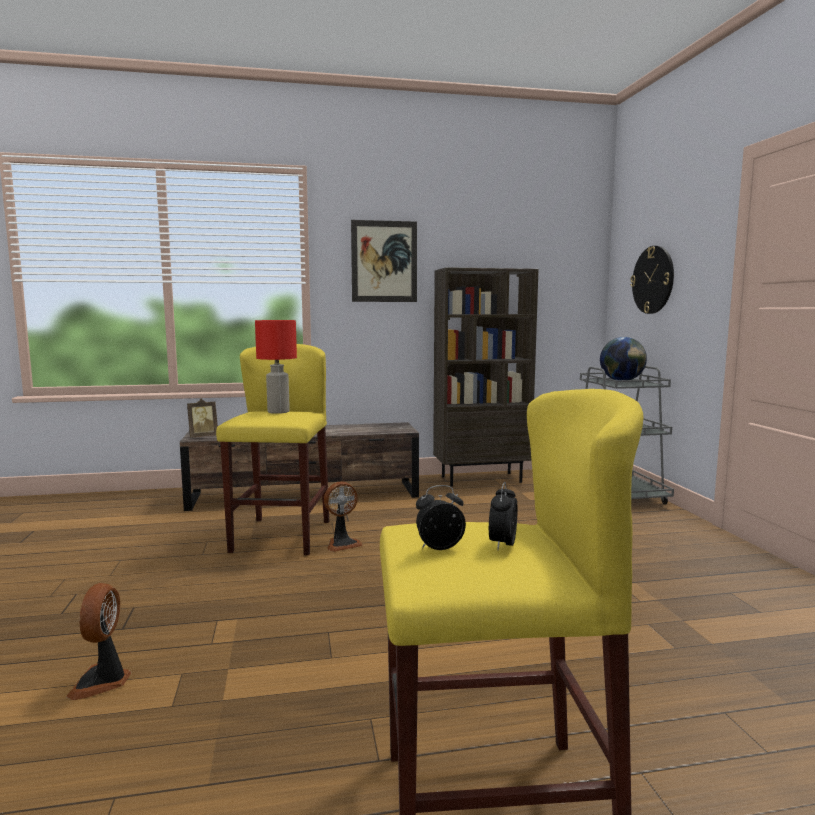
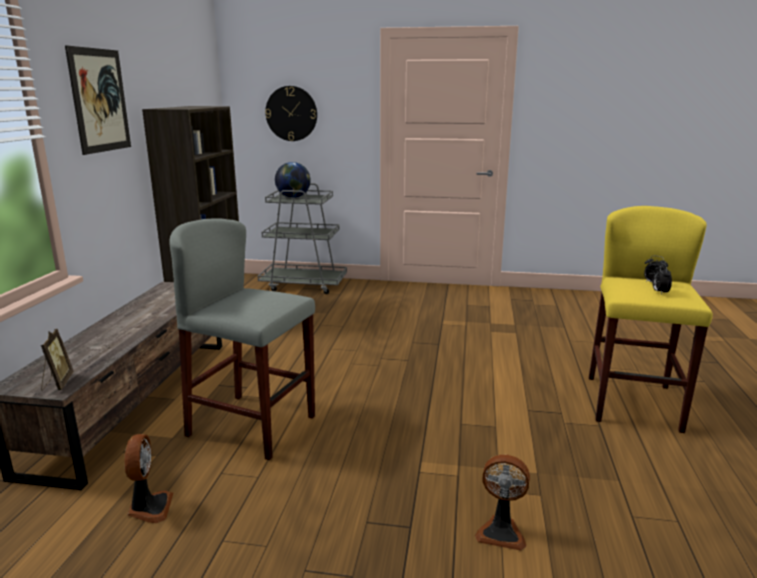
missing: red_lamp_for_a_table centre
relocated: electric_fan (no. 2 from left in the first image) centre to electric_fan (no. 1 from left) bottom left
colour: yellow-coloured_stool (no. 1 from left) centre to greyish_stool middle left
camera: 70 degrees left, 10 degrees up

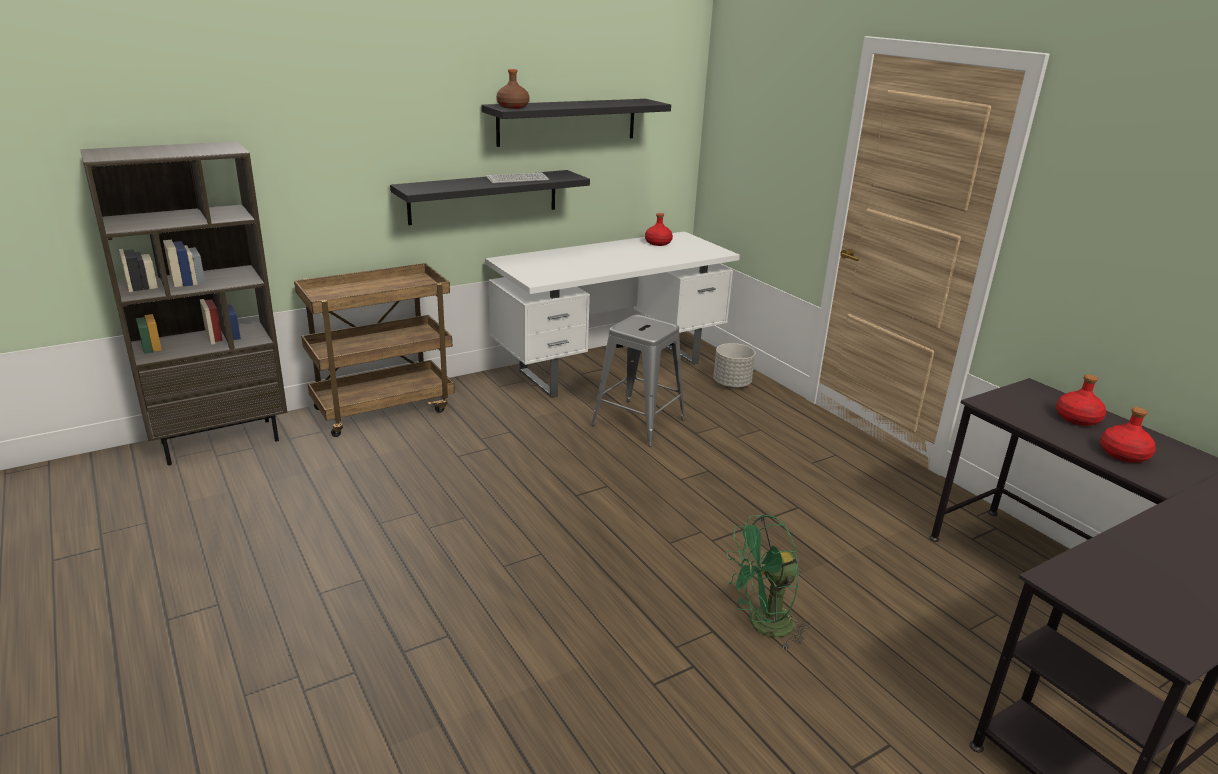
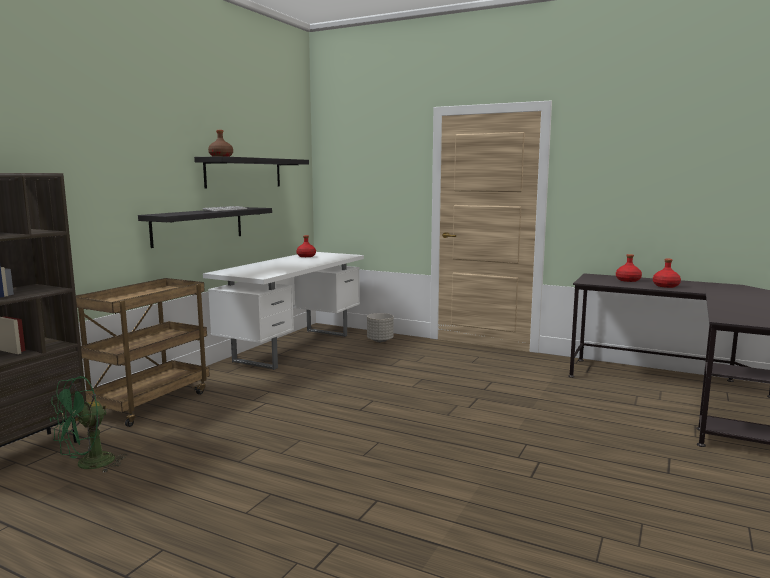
missing: greyish_stool centre
relocated: green_electric_fan bottom centre to bottom left
camera: 30 degrees left, 15 degrees down

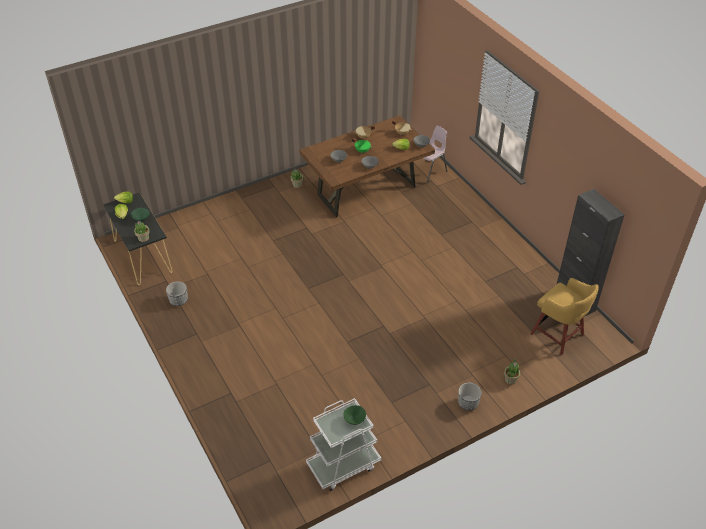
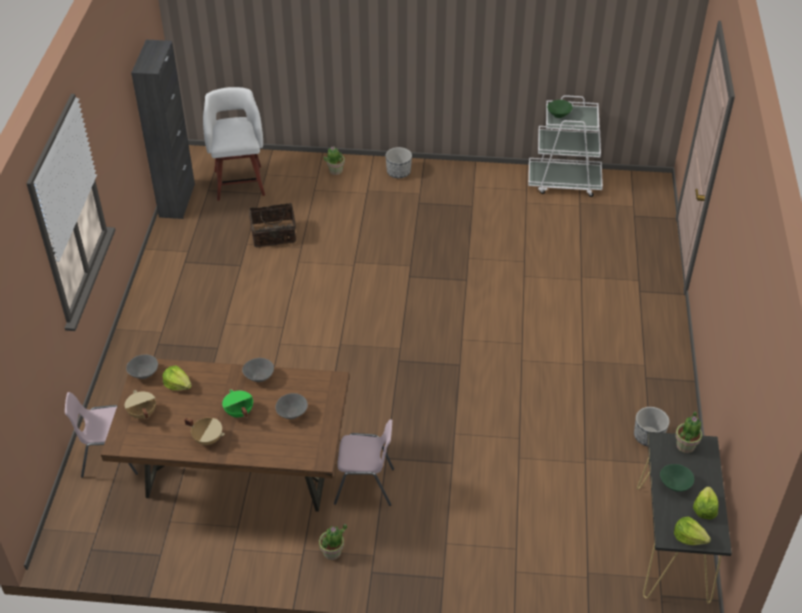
appeared: household_basket centre; pinkish_chair (no. 2 from left) bottom centre
colour: yellow-coloured_stool middle right to white_stool top left
camera: 145 degrees left, 0 degrees up

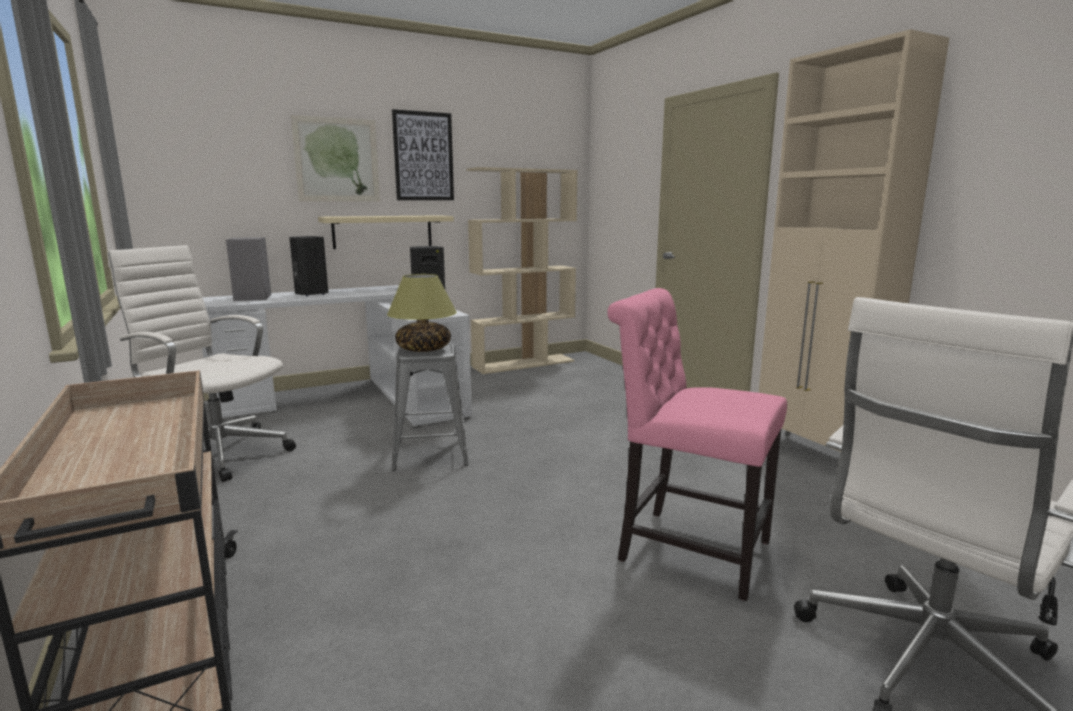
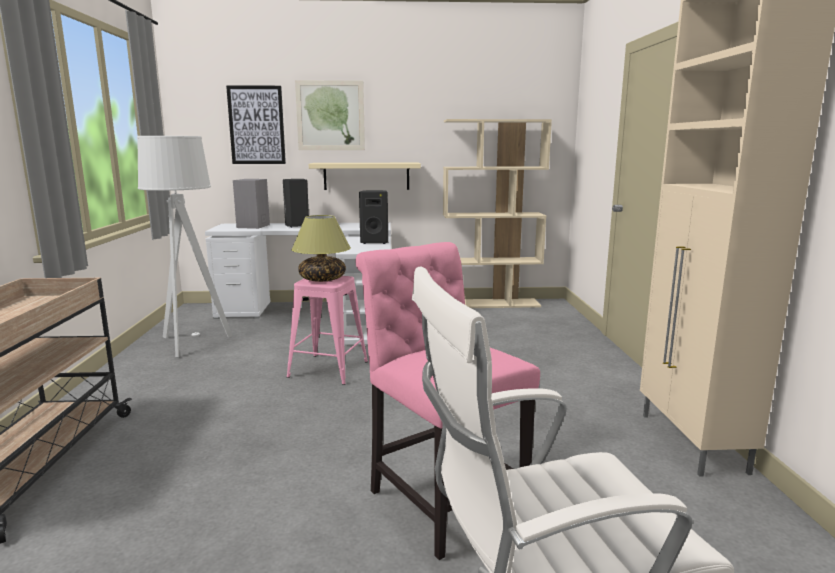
relocated: picture (no. 2 from left in the first image) top centre to picture (no. 1 from left) top left
exchanged: white_desk_chair (no. 1 from left) middle left to greyish_standing_lamp middle left
colour: greyish_stool centre to pinkish_stool centre
camera: 25 degrees right, 0 degrees up

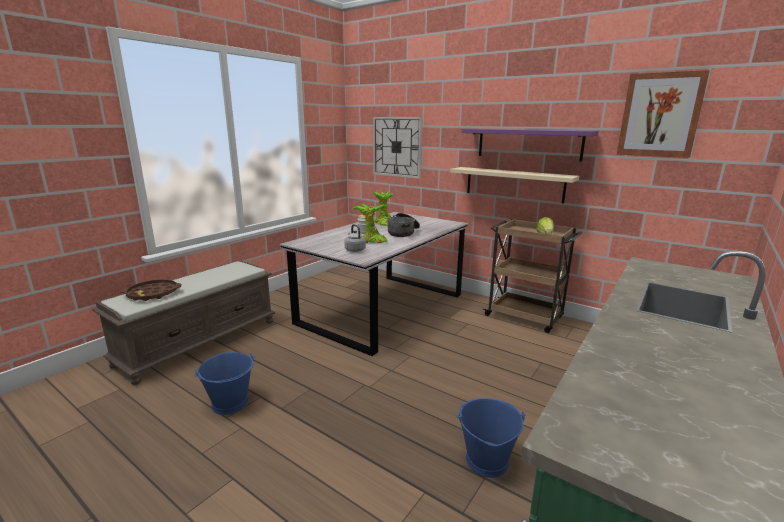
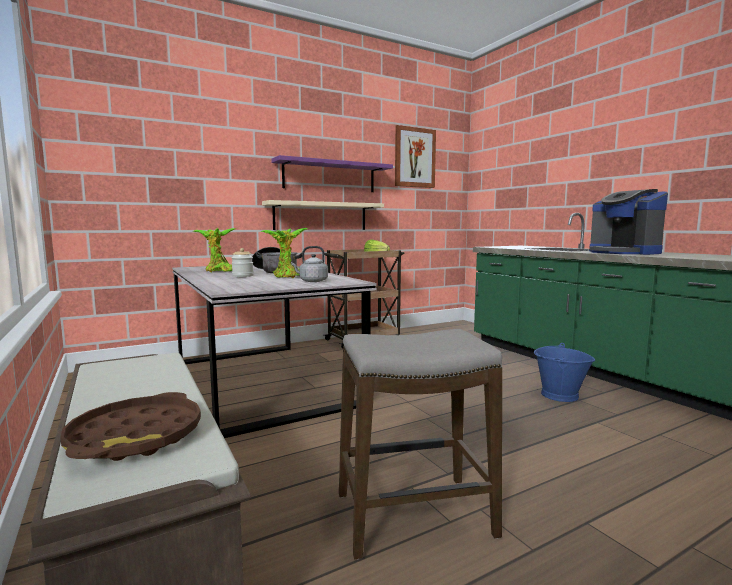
missing: hanging_clock top centre
appeared: coffee_maker middle right
exchanged: blue_bucket (no. 1 from left) bottom left to stool bottom centre
camera: 65 degrees left, 10 degrees down

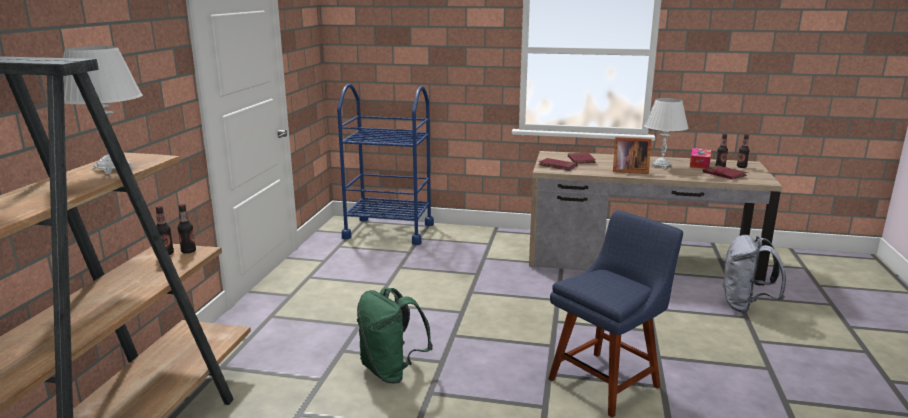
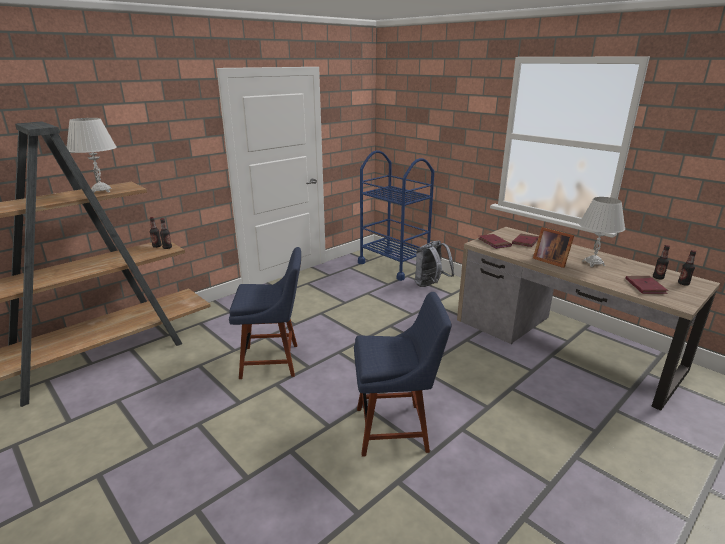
missing: box_of_tissues middle right
relocated: greyish_backpack middle right to centre
exchanged: green_backpack bottom centre to blue_chair (no. 1 from left) centre
camera: 35 degrees right, 5 degrees up

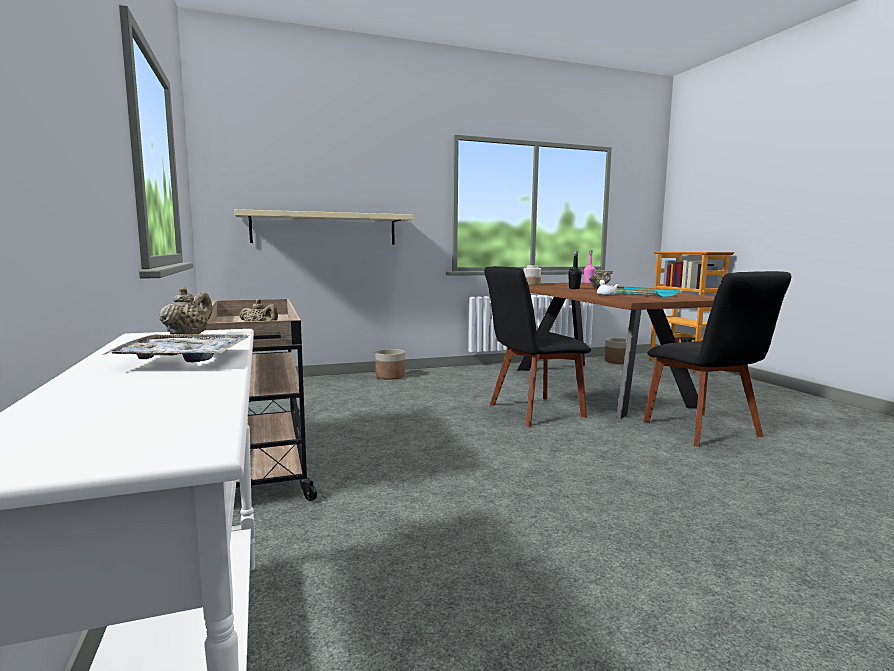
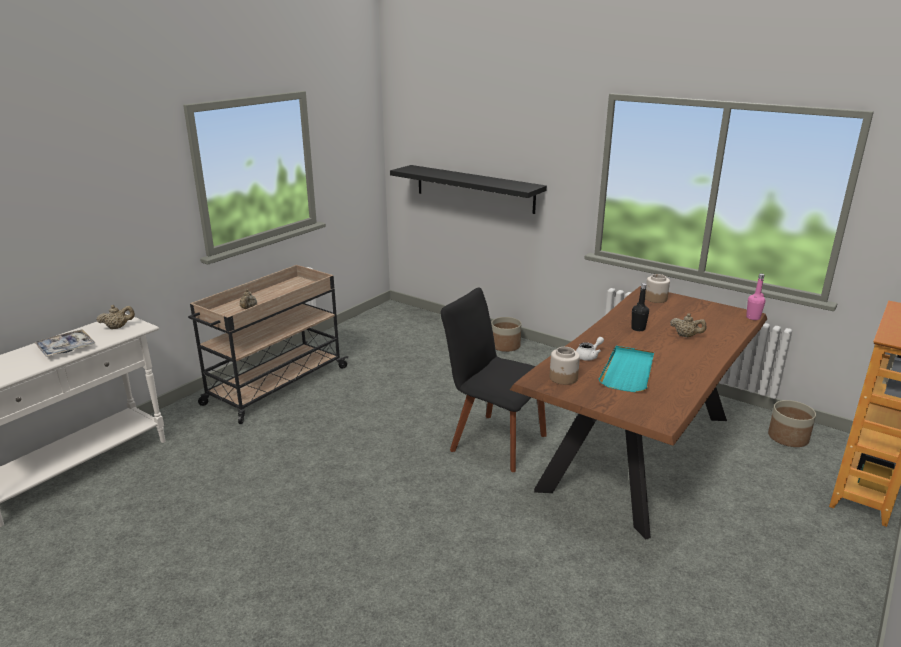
missing: blackish_chair (no. 2 from left) middle right
appeared: preserve_jar (no. 1 from left) centre
colour: beige_shelf centre to blackish_shelf top centre
camera: 55 degrees right, 15 degrees up

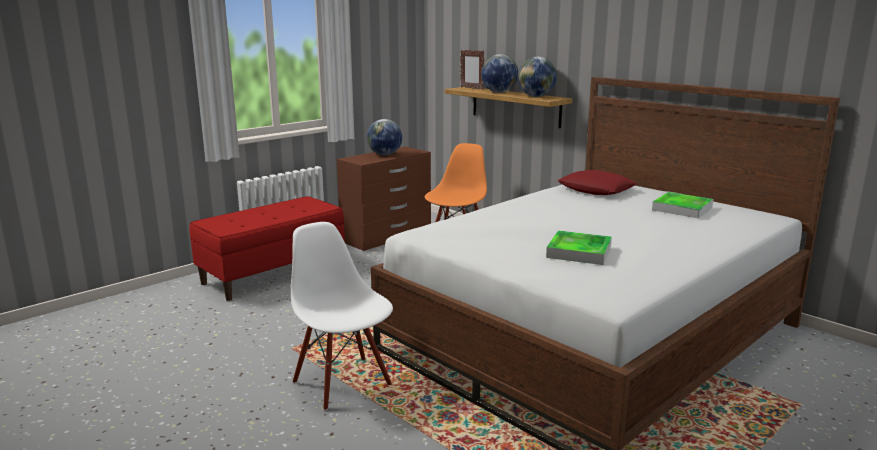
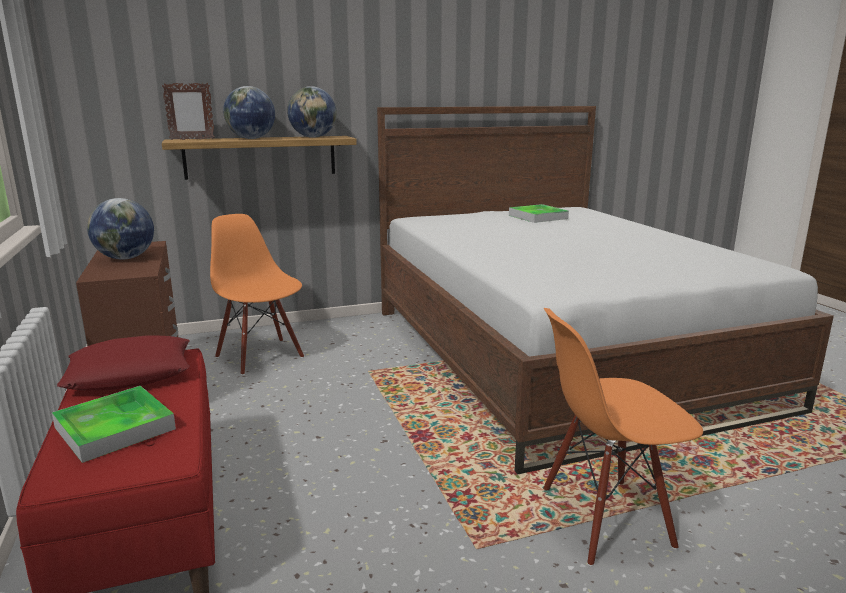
relocated: carrying_tray (no. 1 from left) centre to bottom left; red_cushion middle right to middle left
colour: white_chair bottom centre to orangey_chair (no. 2 from left) bottom right
camera: 65 degrees left, 0 degrees up

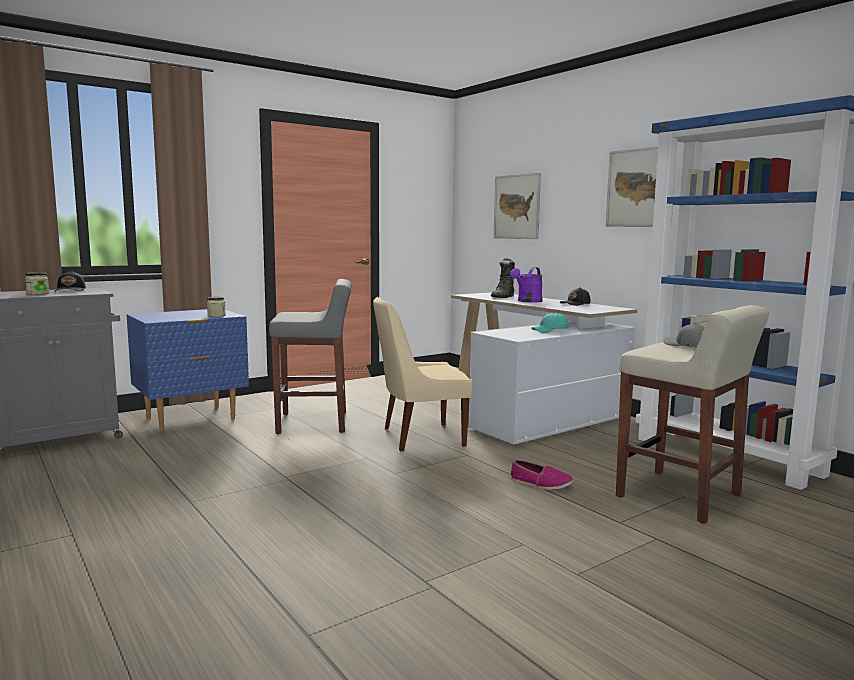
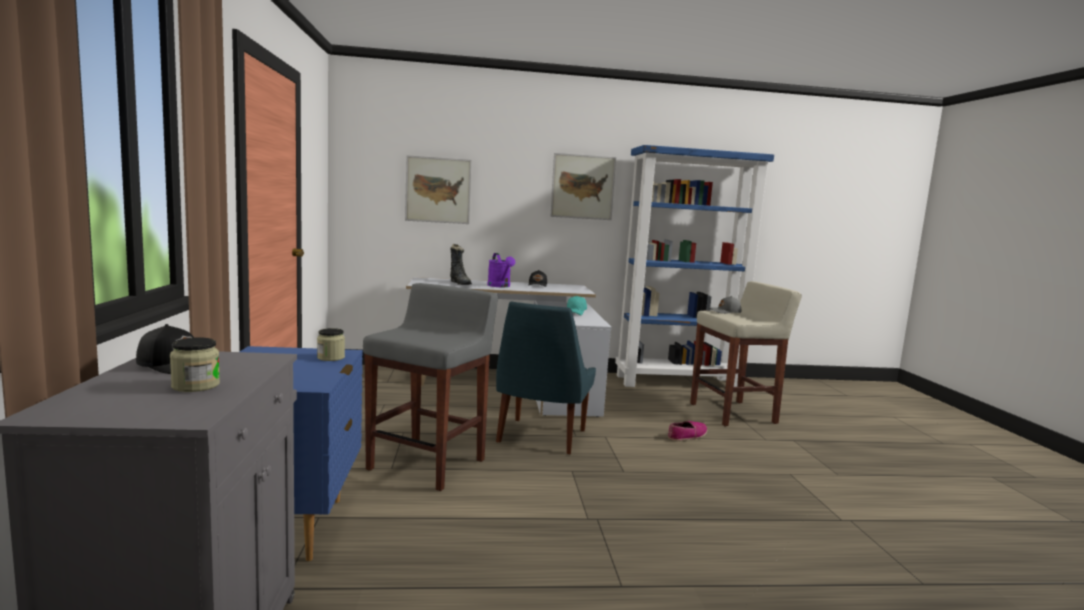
colour: beige_chair centre to blue_chair centre
camera: 60 degrees left, 0 degrees up

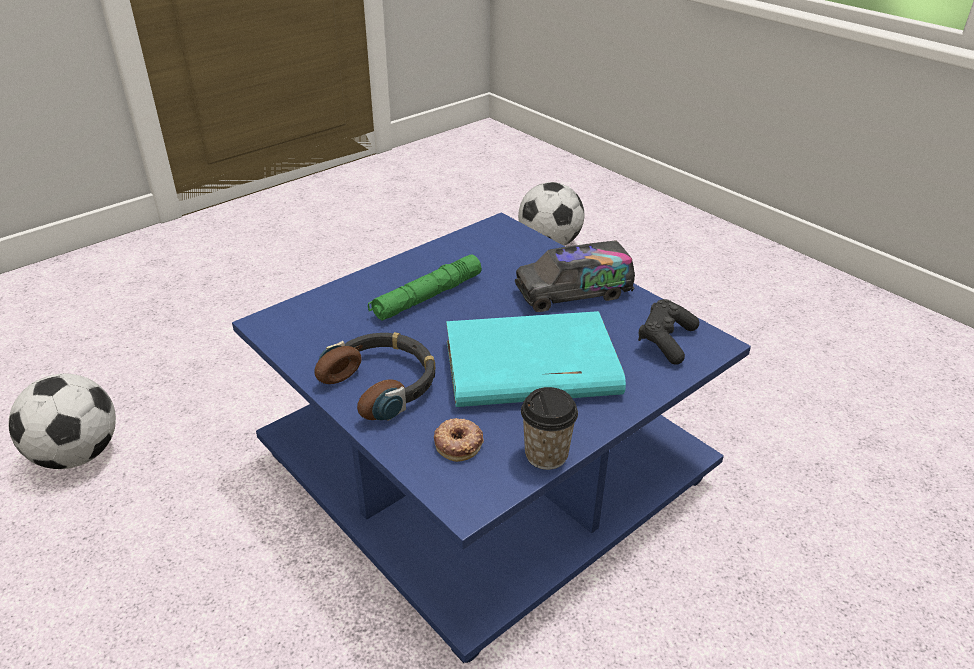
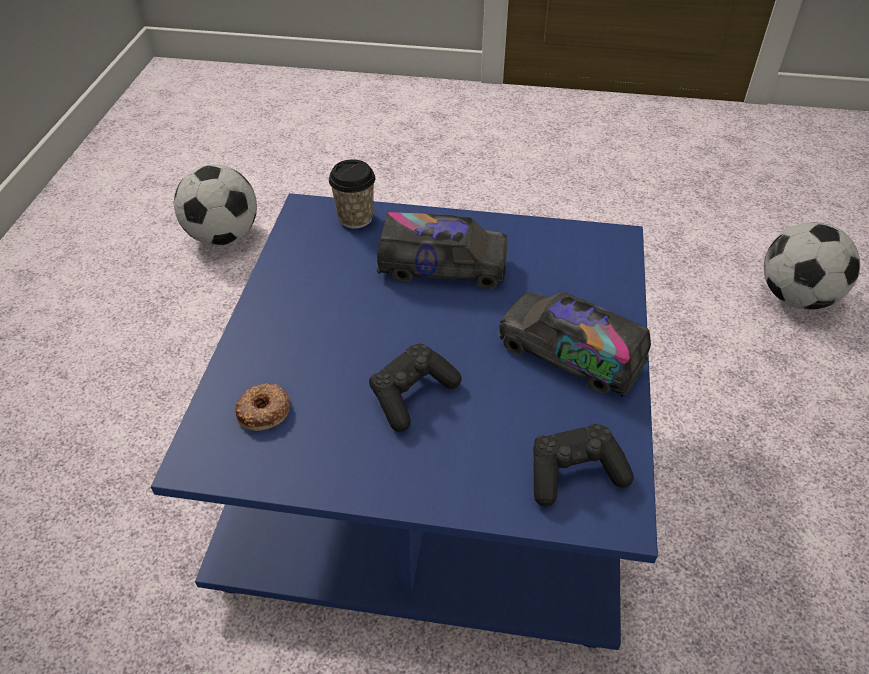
missing: headset centre
relocated: small_cup centre to top centre
exchanged: green_hand_torch centre to toy_lorry (no. 1 from left) centre; turquoise_volume centre to blackish_game_controller (no. 1 from left) centre
camera: 50 degrees right, 10 degrees up

